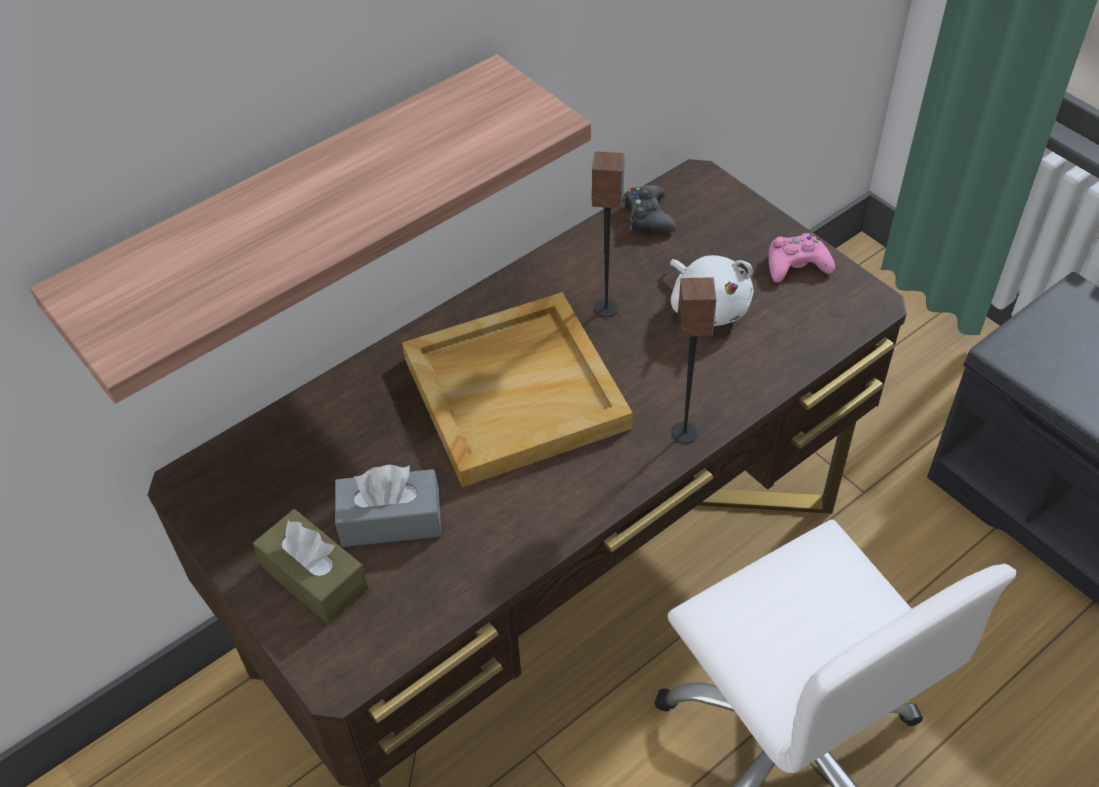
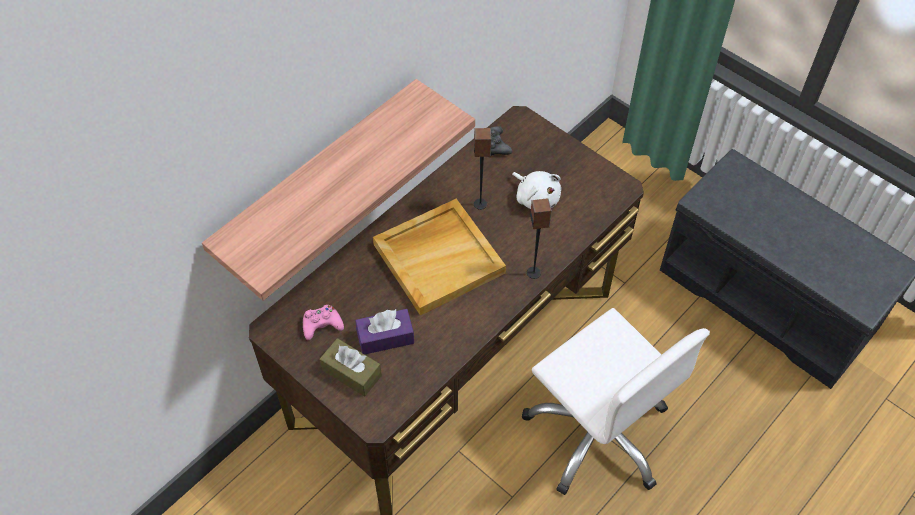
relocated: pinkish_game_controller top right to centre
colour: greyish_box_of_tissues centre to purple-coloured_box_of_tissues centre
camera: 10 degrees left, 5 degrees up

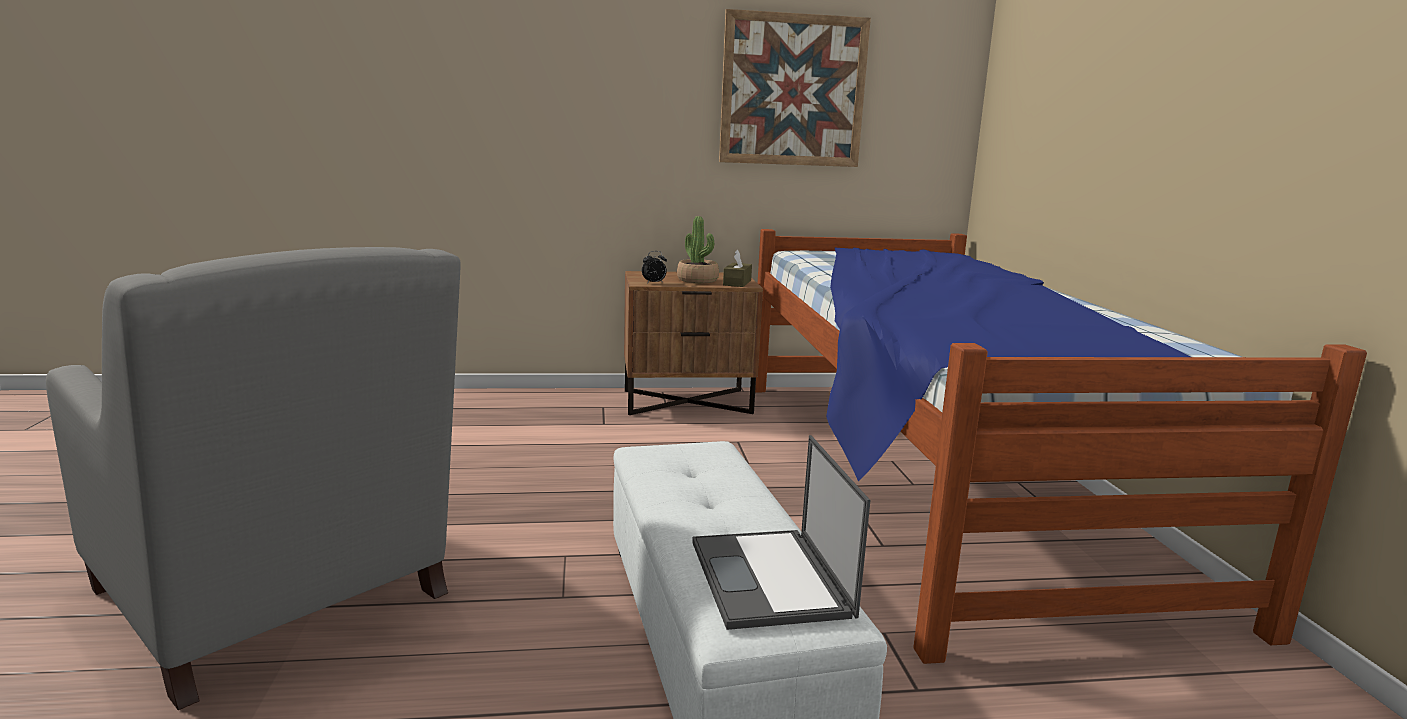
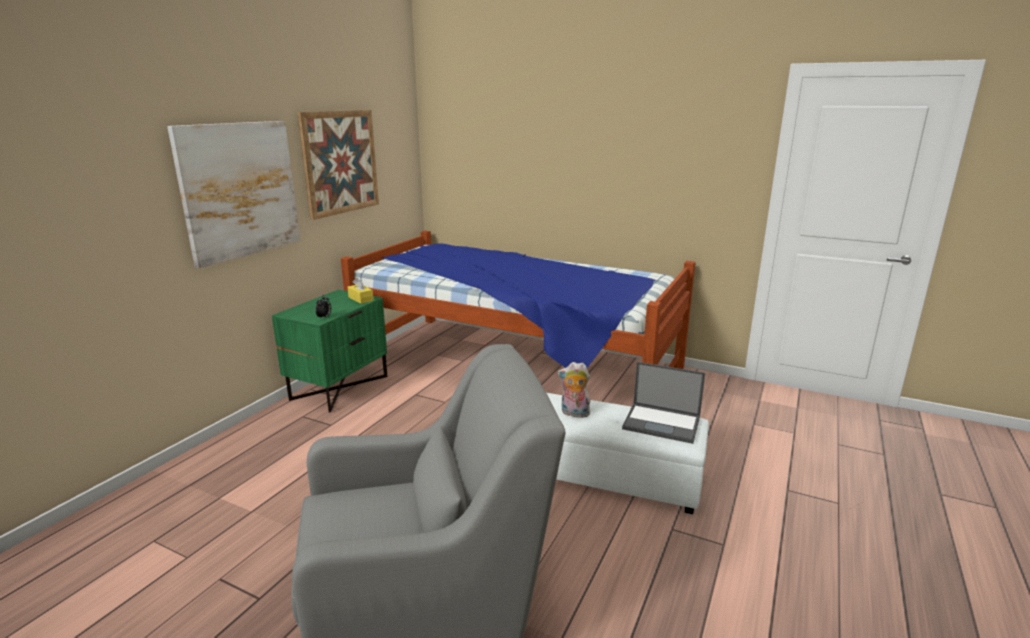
missing: plant_in_a_pot centre
appeared: picture (no. 1 from left) top left; plush_toy centre
colour: brownish_nightstand centre to green_nightstand middle left; brownish_box_of_tissues centre to yellow-coloured_box_of_tissues centre
camera: 55 degrees left, 5 degrees up

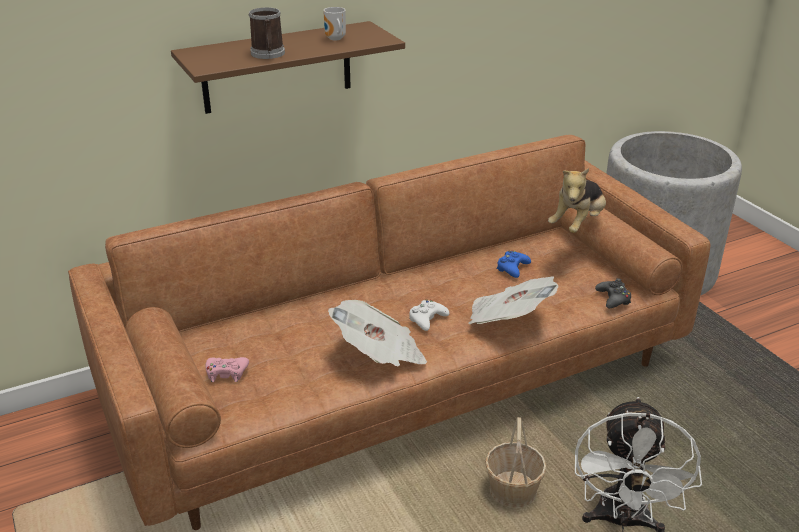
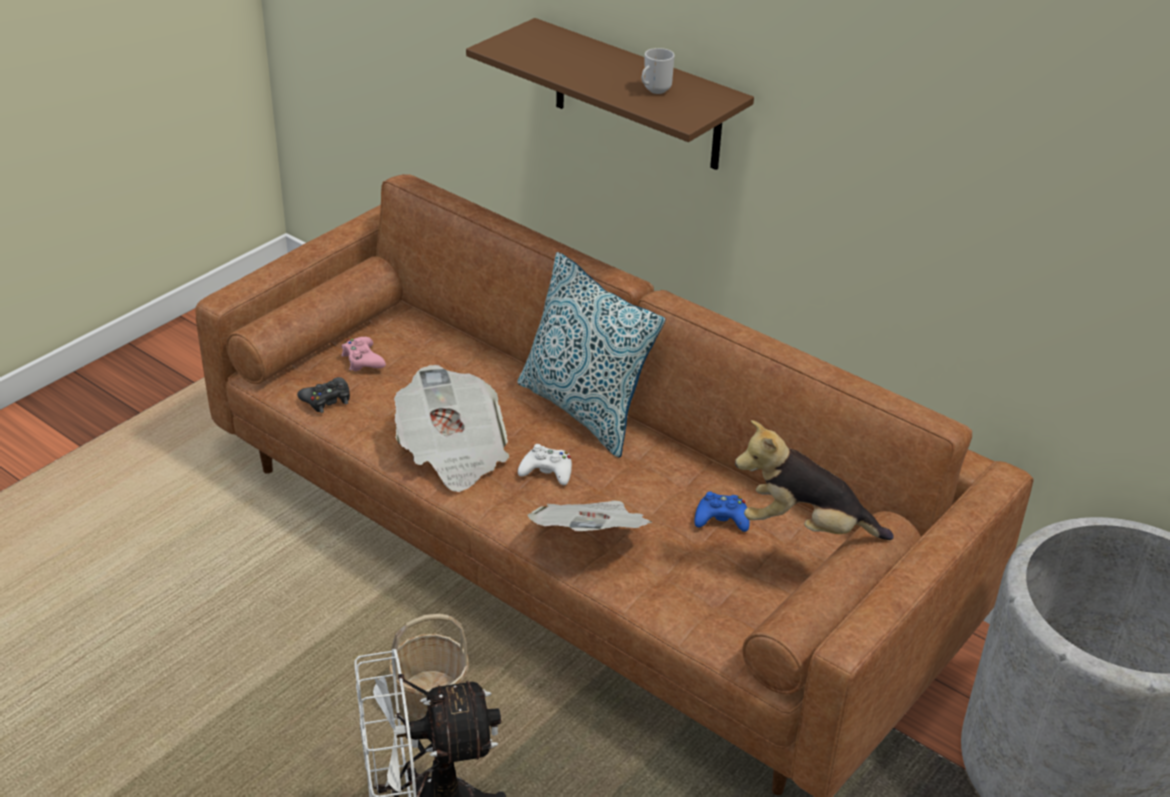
missing: coffee_mug (no. 1 from left) top left
appeared: cushion centre
relocated: blackish_game_controller middle right to middle left
camera: 65 degrees right, 5 degrees up

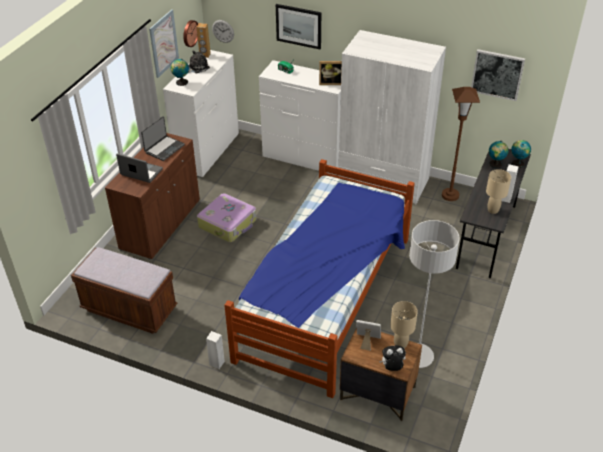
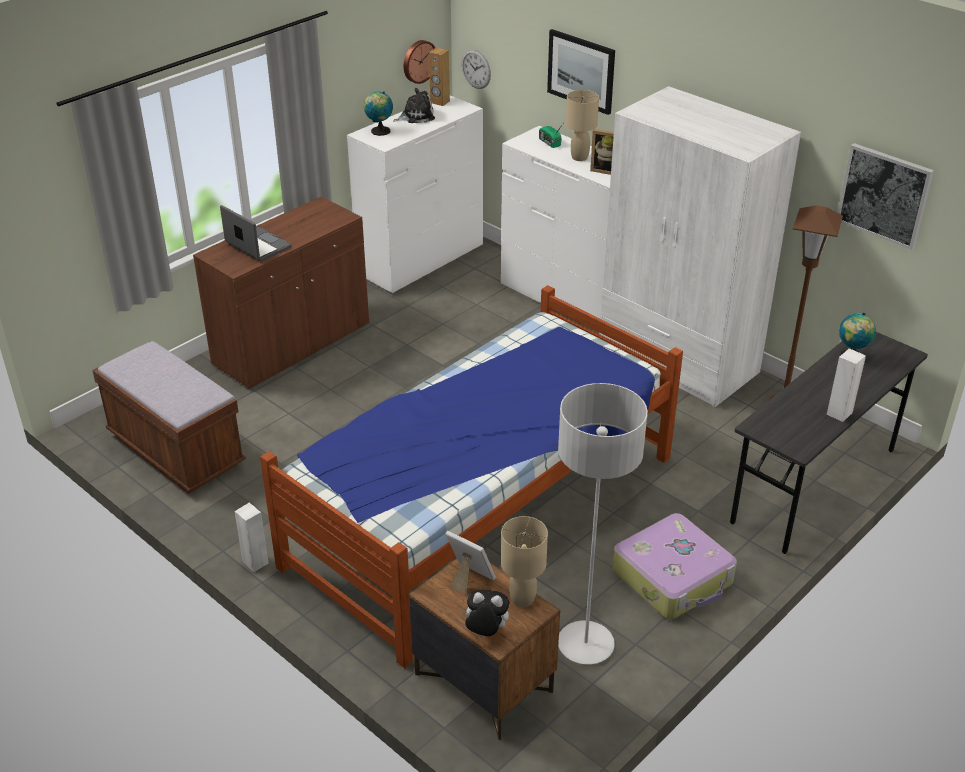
missing: laptop (no. 2 from left) top left; picture (no. 1 from left) top left; desk_globe (no. 3 from left) middle right
relocated: piece_of_luggage centre to bottom right; beige_lamp_for_a_table (no. 2 from left) middle right to top centre
camera: 20 degrees right, 5 degrees down

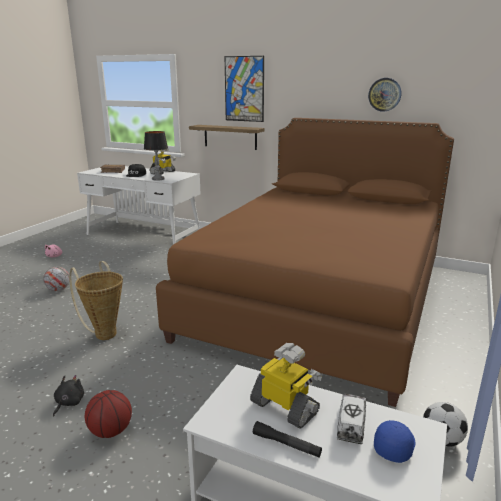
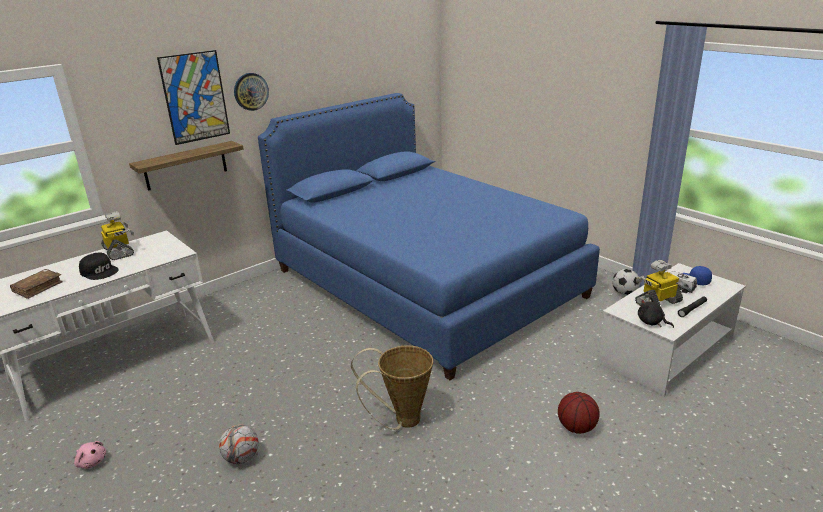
missing: lamp_for_a_table top left
relocated: blackish_plush_toy bottom left to middle right; hanging_clock top right to top left
colour: brownish_bedroom_bed centre to blue_bedroom_bed centre
camera: 65 degrees left, 5 degrees up

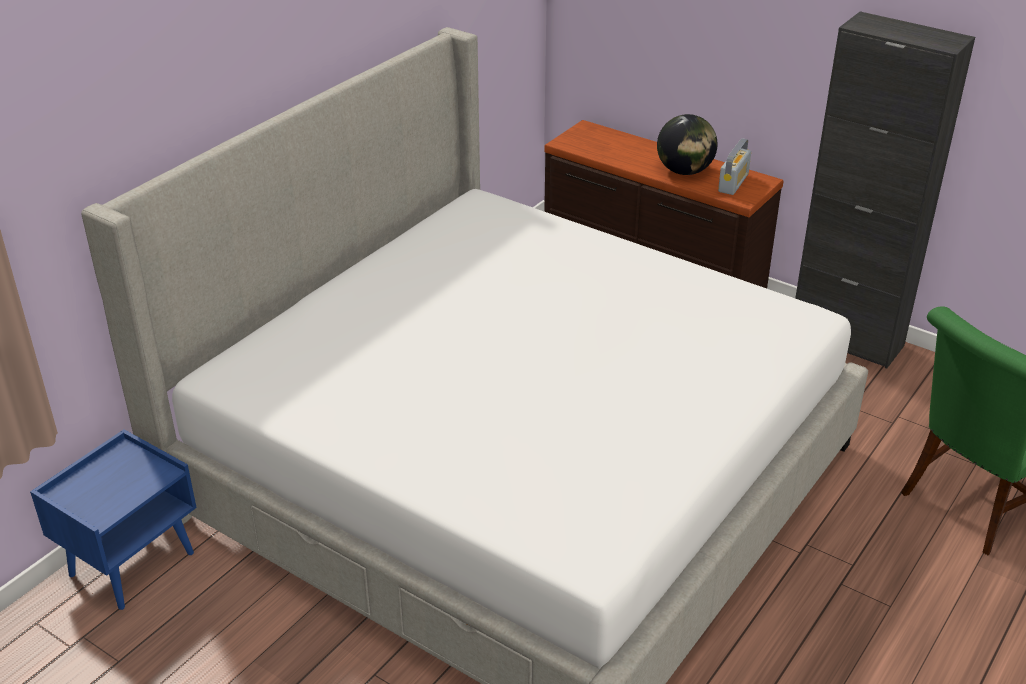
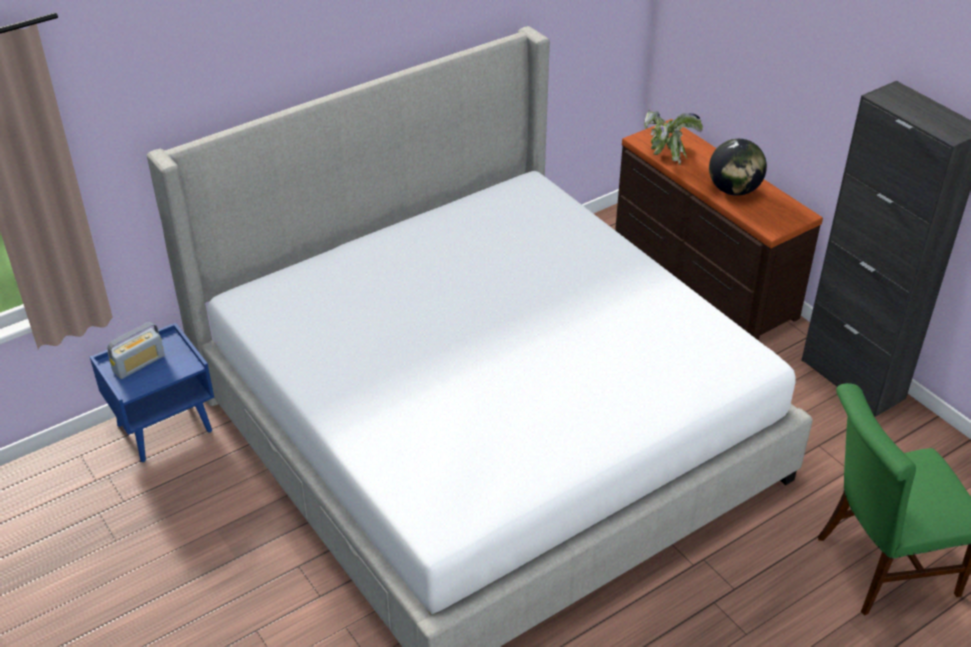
appeared: plant_in_a_pot top right
relocated: radio_set top right to middle left
camera: 20 degrees right, 5 degrees up

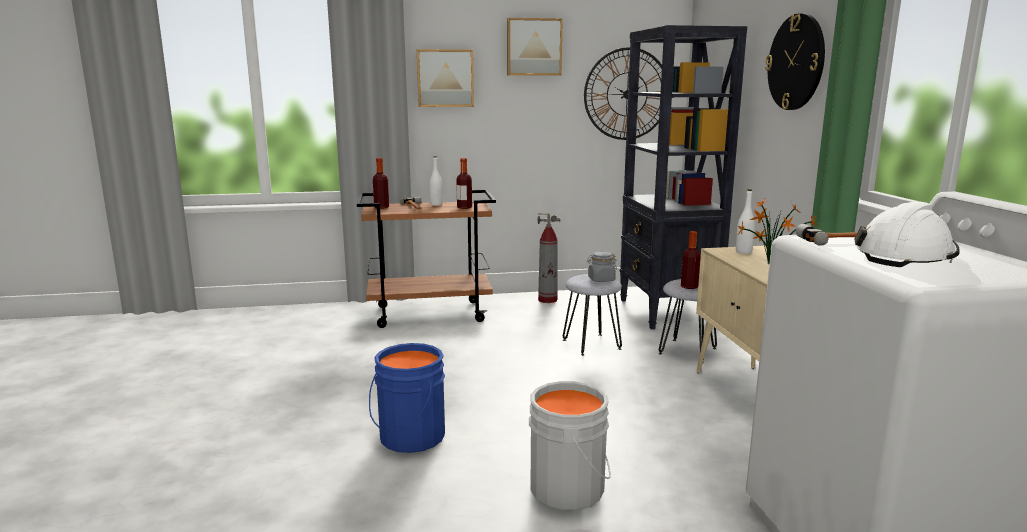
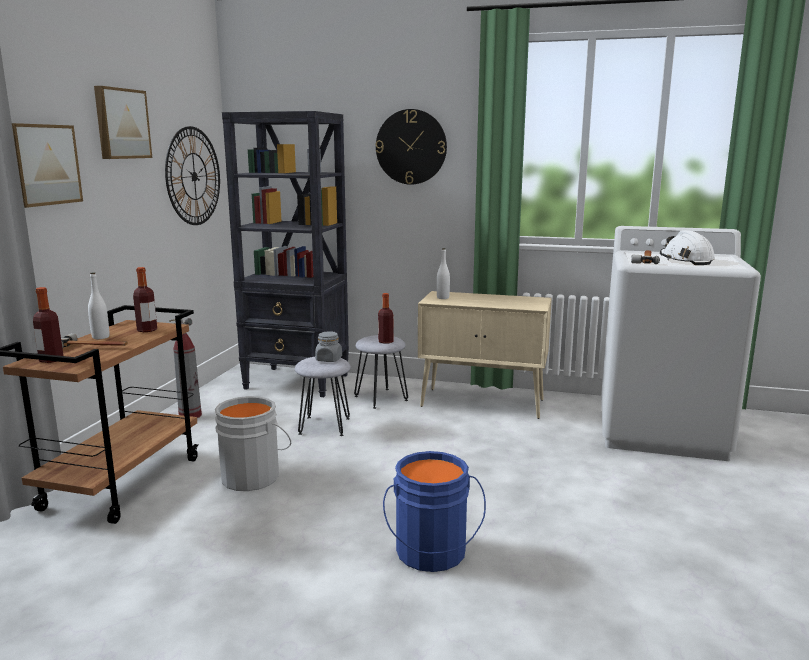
missing: plant_in_a_pot middle right
relocated: greyish_bucket bottom centre to bottom left
camera: 65 degrees left, 0 degrees up

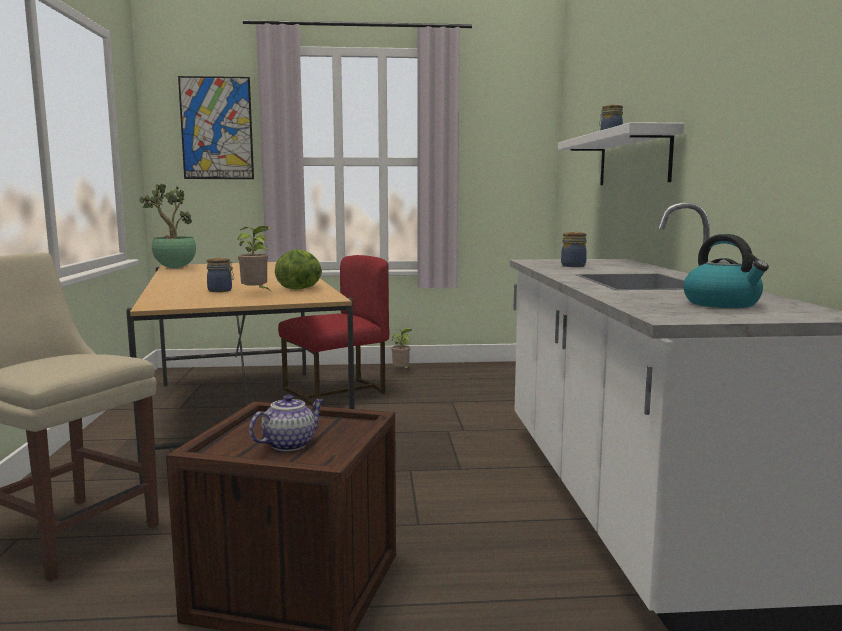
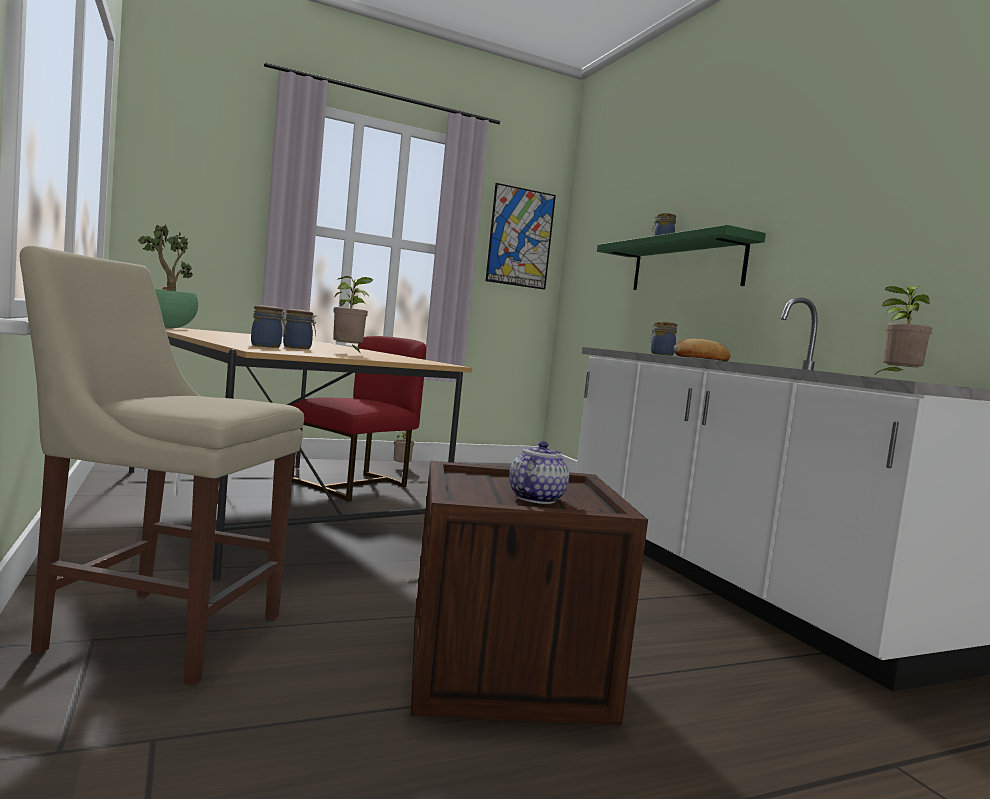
missing: head_of_lettuce centre
appeared: preserve_jar (no. 1 from left) middle left; bread middle right
relocated: picture top left to top centre
exchanged: kettle middle right to plant_in_a_pot (no. 4 from left) middle right
colour: white_shelf top right to green_shelf top right
camera: 20 degrees left, 5 degrees down

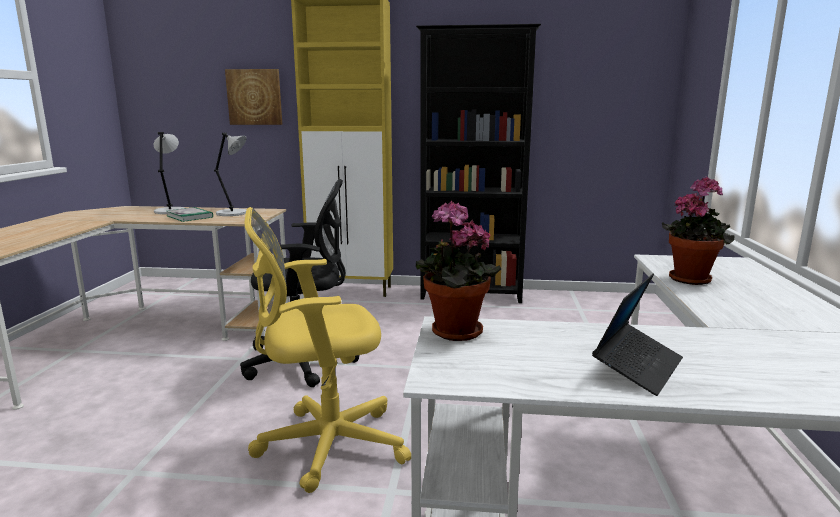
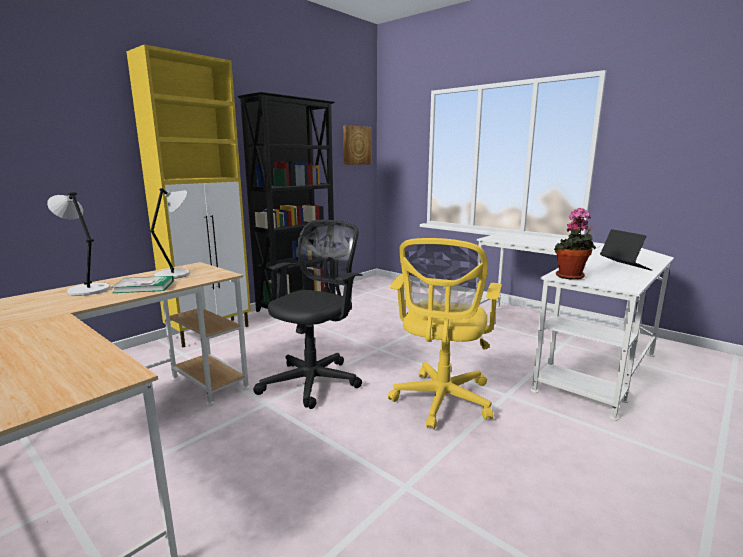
missing: plant_in_a_pot (no. 2 from left) middle right
relocated: picture top left to top centre
camera: 55 degrees left, 0 degrees up

